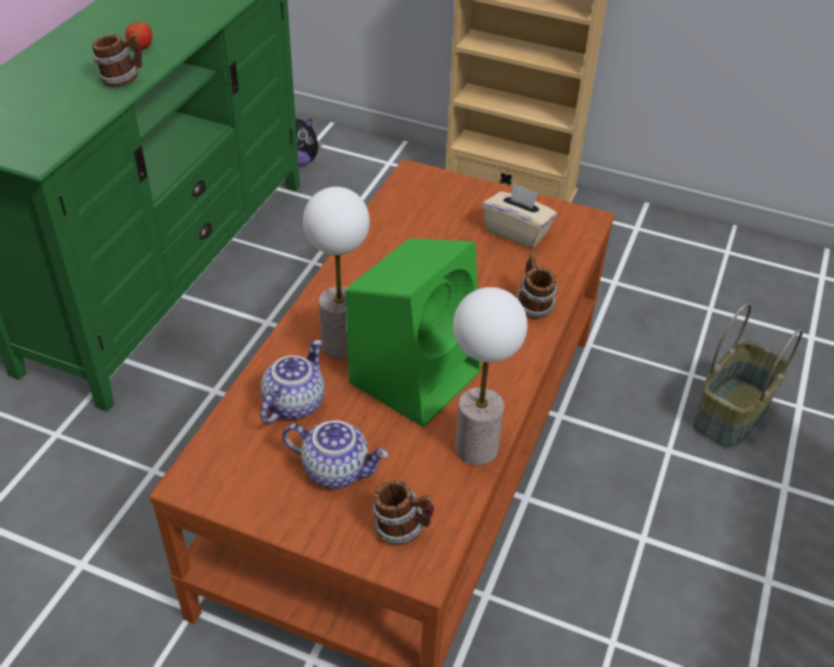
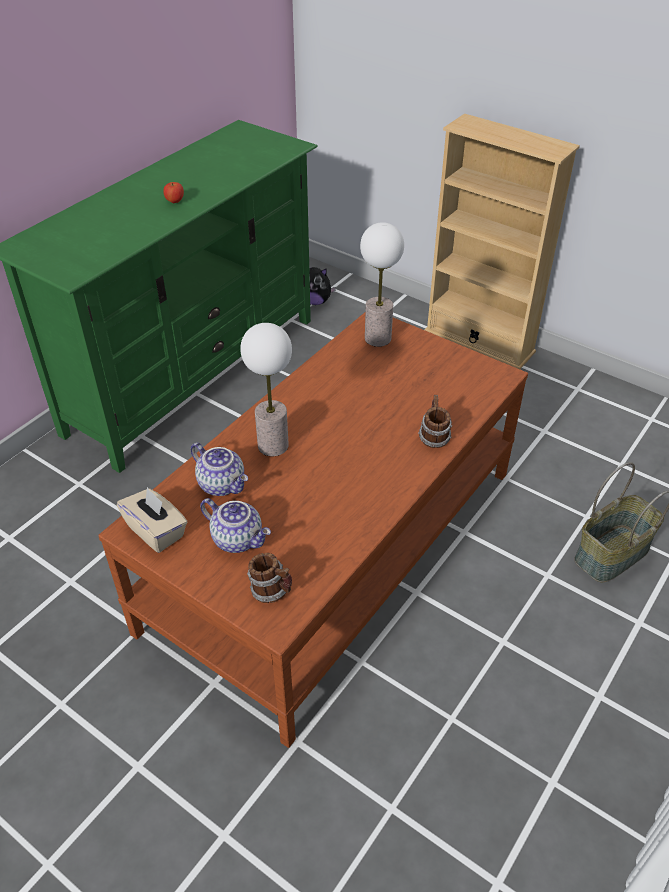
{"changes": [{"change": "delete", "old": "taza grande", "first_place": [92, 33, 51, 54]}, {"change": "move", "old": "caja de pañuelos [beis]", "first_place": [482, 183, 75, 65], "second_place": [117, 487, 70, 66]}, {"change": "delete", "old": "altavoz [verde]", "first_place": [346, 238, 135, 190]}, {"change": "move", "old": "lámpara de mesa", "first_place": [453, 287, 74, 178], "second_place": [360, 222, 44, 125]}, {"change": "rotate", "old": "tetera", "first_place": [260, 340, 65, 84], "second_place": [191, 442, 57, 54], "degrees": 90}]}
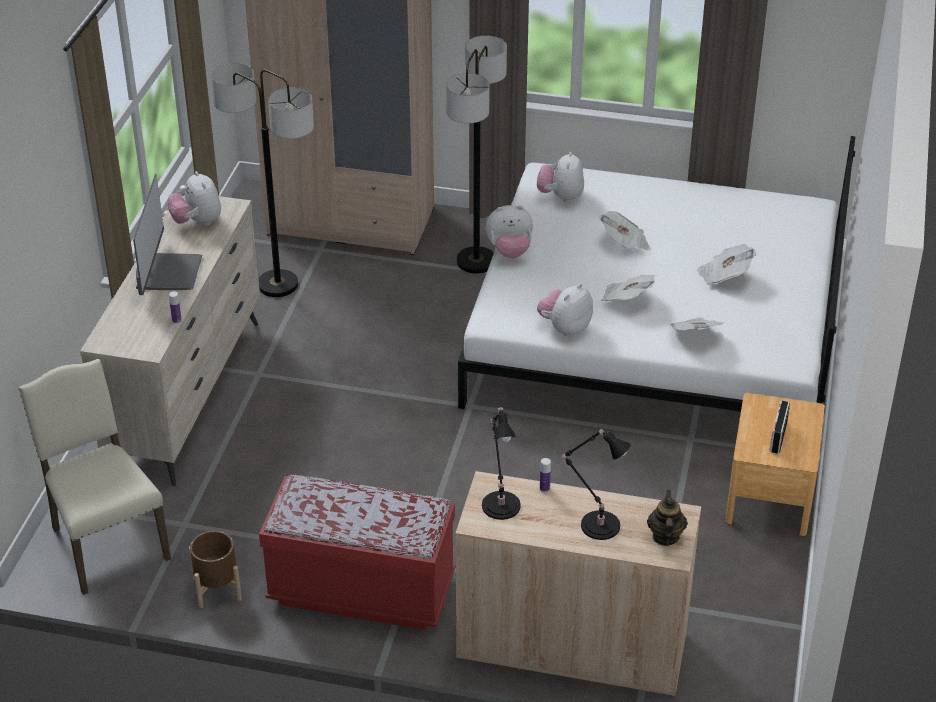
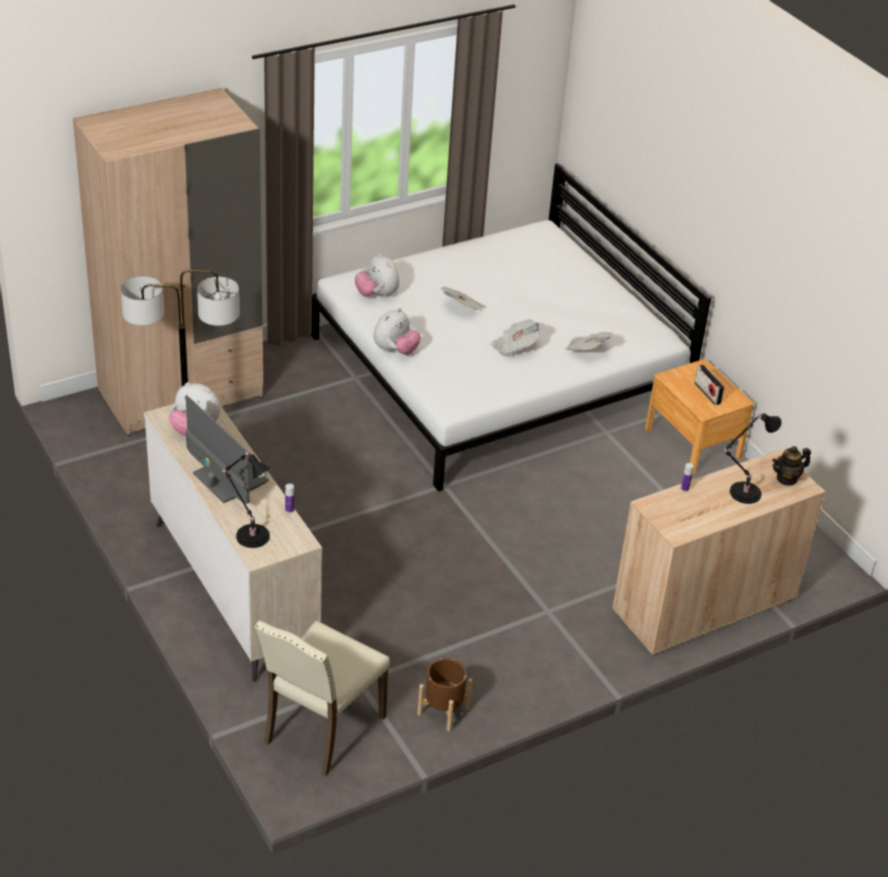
{"changes": [{"change": "delete", "old": "lámpara de pie", "first_place": [446, 36, 61, 238]}, {"change": "delete", "old": "periódico", "first_place": [697, 244, 59, 41]}, {"change": "delete", "old": "peluche", "first_place": [537, 284, 56, 53]}, {"change": "rotate", "old": "silla [beis]", "first_place": [19, 359, 152, 236], "second_place": [255, 620, 135, 156], "degrees": -75}, {"change": "move", "old": "lámpara de mesa [negro]", "first_place": [482, 407, 39, 113], "second_place": [221, 451, 49, 97]}, {"change": "delete", "old": "banco [rojo]", "first_place": [259, 474, 196, 156]}, {"change": "rotate", "old": "tetera", "first_place": [647, 490, 41, 56], "second_place": [772, 446, 39, 39], "degrees": -75}]}
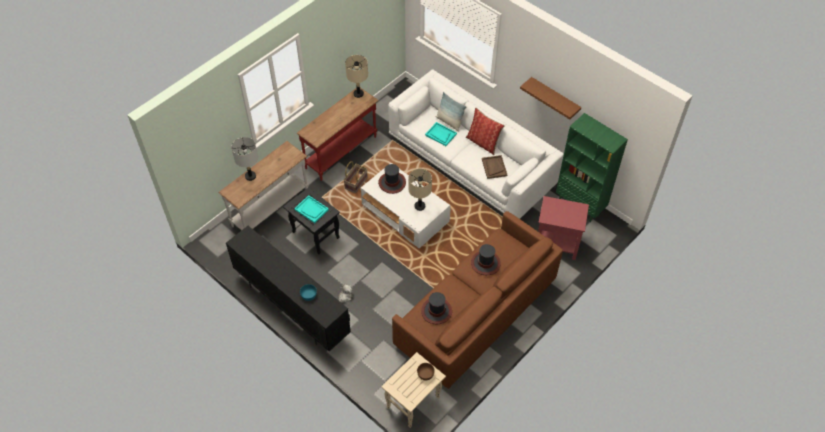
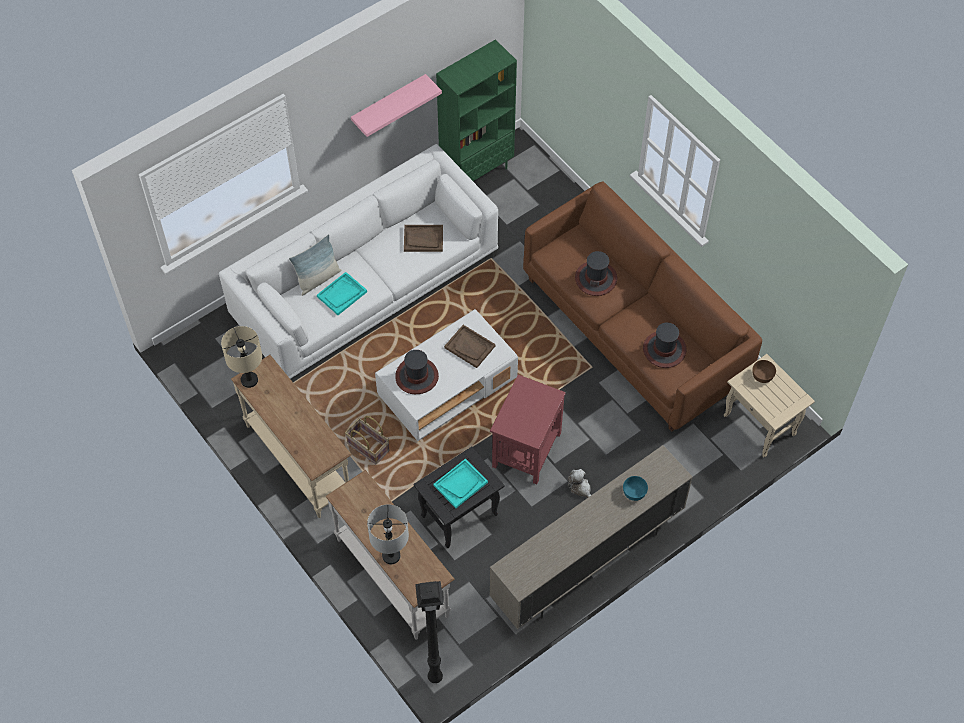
{"changes": [{"change": "recolor", "old": "estante [marrón]", "new": "estante [rosa]", "first_place": [520, 77, 61, 43], "second_place": [351, 74, 91, 63]}, {"change": "recolor", "old": "mesa consola [rojo]", "new": "mesa consola [beis]", "first_place": [297, 88, 82, 93], "second_place": [231, 355, 121, 163]}, {"change": "delete", "old": "cojín", "first_place": [466, 107, 39, 48]}, {"change": "replace", "old": "lámpara de mesa [beis]", "new": "bandeja [marrón]", "first_place": [408, 169, 24, 42], "second_place": [444, 325, 52, 43]}, {"change": "move", "old": "mesa auxiliar [rojo]", "first_place": [538, 196, 51, 64], "second_place": [490, 375, 76, 109]}, {"change": "recolor", "old": "mueble de televisión [negro]", "new": "mueble de televisión [beis]", "first_place": [226, 226, 125, 125], "second_place": [490, 445, 203, 184]}, {"change": "insert", "new": "lámpara de pie [negro]", "second_place": [415, 581, 29, 102]}]}
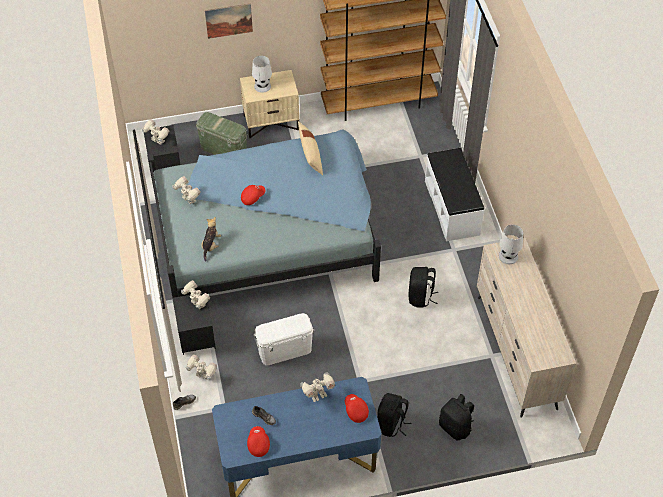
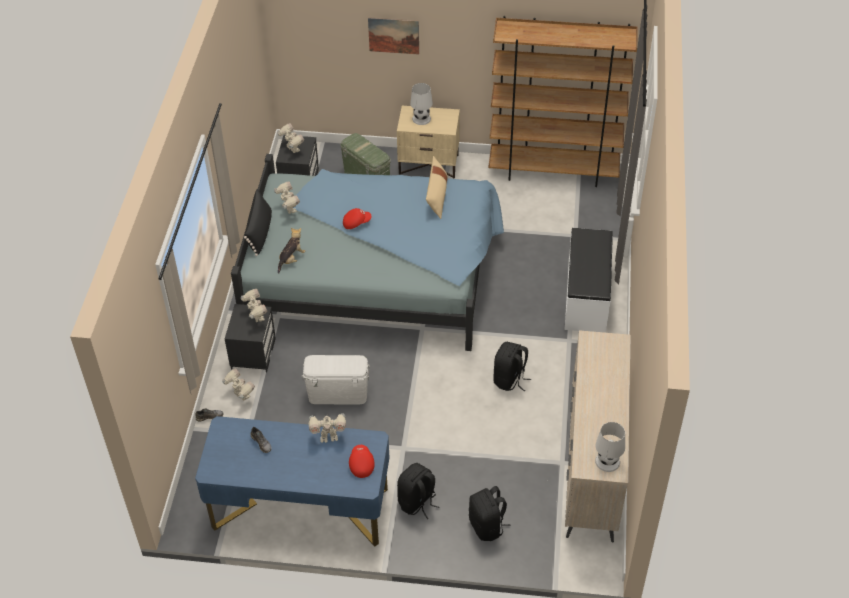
{"changes": [{"change": "move", "old": "lámpara de mesa [blanco]", "first_place": [499, 225, 24, 39], "second_place": [595, 422, 30, 50]}, {"change": "delete", "old": "gorra [rojo]", "first_place": [247, 426, 23, 31]}, {"change": "insert", "new": "cojín [negro]", "second_place": [244, 189, 28, 67]}]}
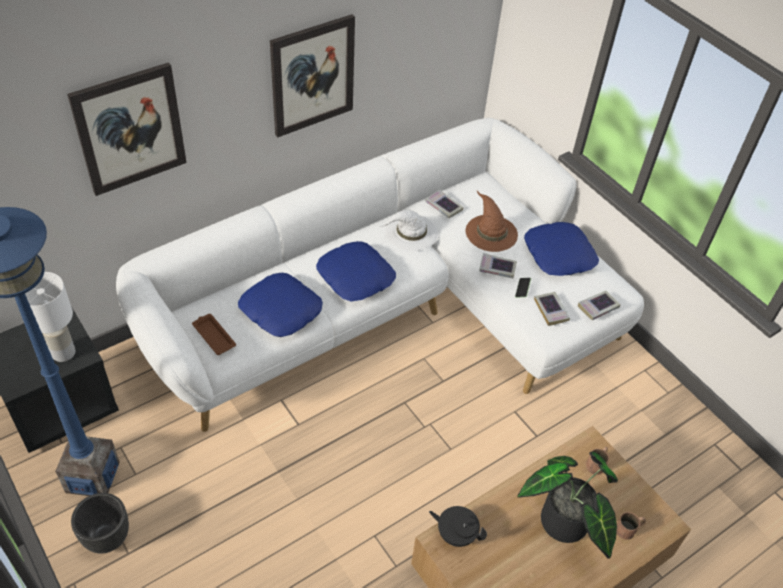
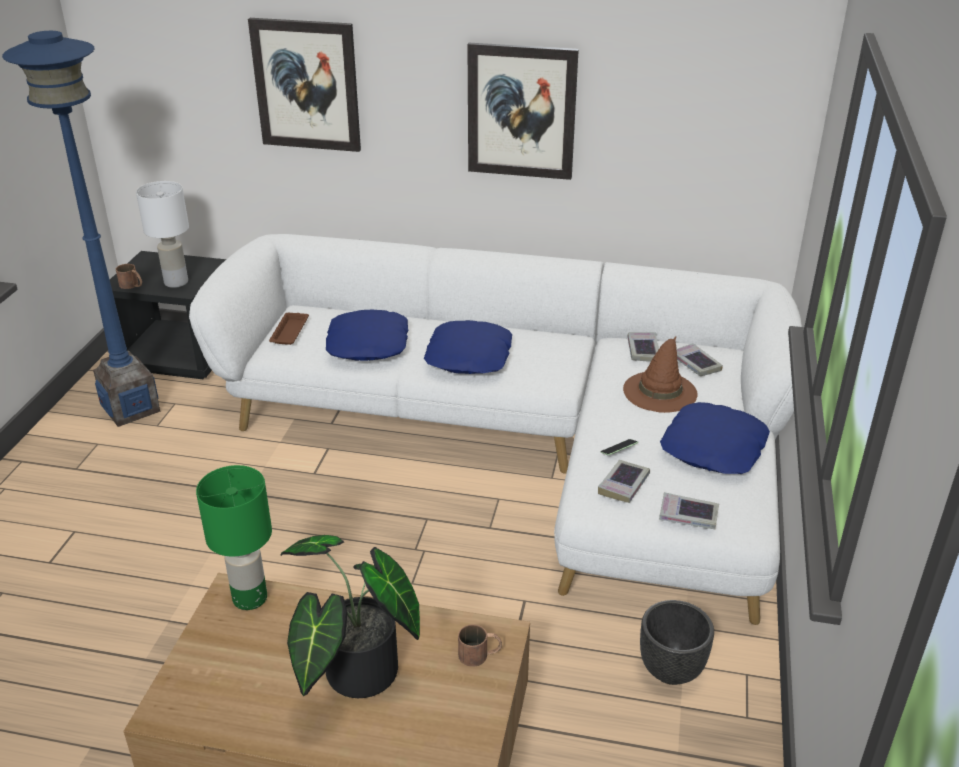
{"changes": [{"change": "delete", "old": "sombrero [blanco]", "first_place": [379, 210, 59, 41]}, {"change": "move", "old": "libro", "first_place": [479, 253, 38, 26], "second_place": [676, 343, 47, 33]}, {"change": "move", "old": "maceta [negro]", "first_place": [71, 493, 58, 60], "second_place": [640, 600, 74, 85]}, {"change": "replace", "old": "tetera [negro]", "new": "lámpara de mesa [verde]", "first_place": [429, 506, 58, 41], "second_place": [196, 465, 76, 145]}, {"change": "move", "old": "taza grande [marrón]", "first_place": [616, 512, 30, 28], "second_place": [116, 264, 26, 25]}]}
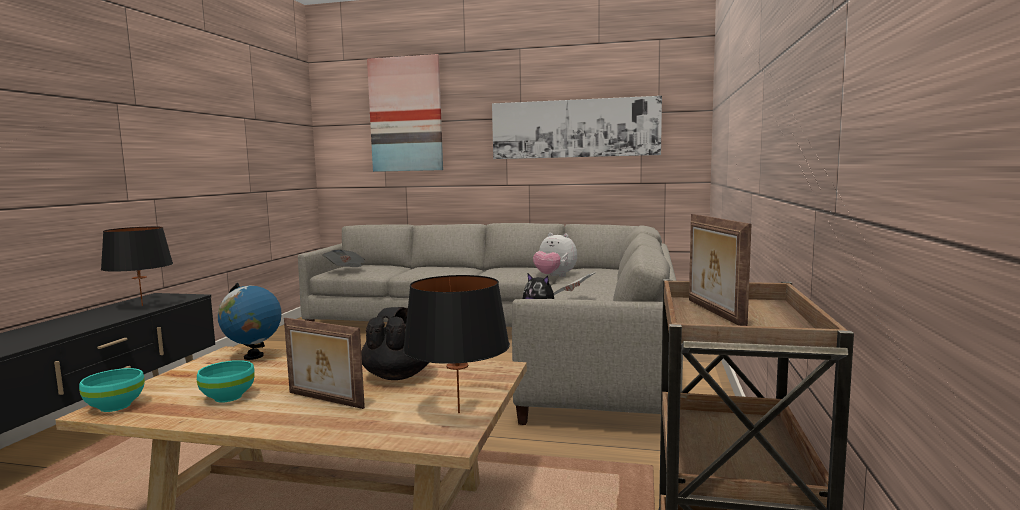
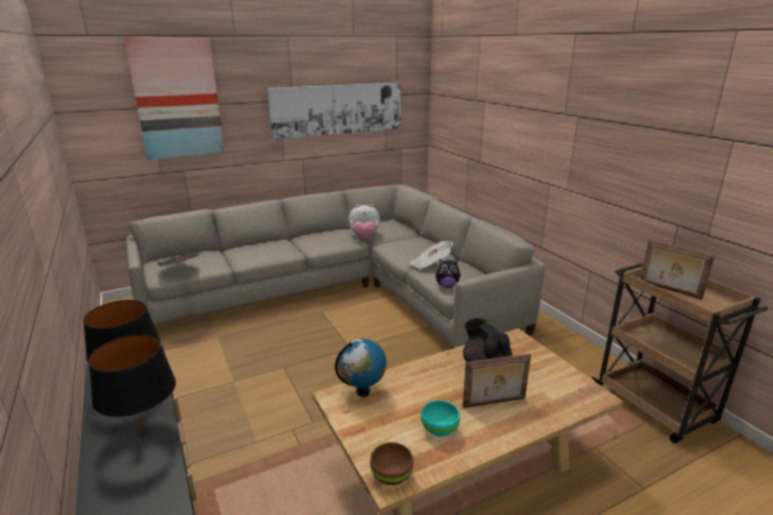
{"changes": [{"change": "move", "old": "lámpara de mesa [negro]", "first_place": [403, 275, 107, 138], "second_place": [89, 334, 87, 96]}, {"change": "recolor", "old": "cuenco [turquesa]", "new": "cuenco [marrón]", "first_place": [79, 368, 66, 44], "second_place": [370, 442, 43, 43]}]}
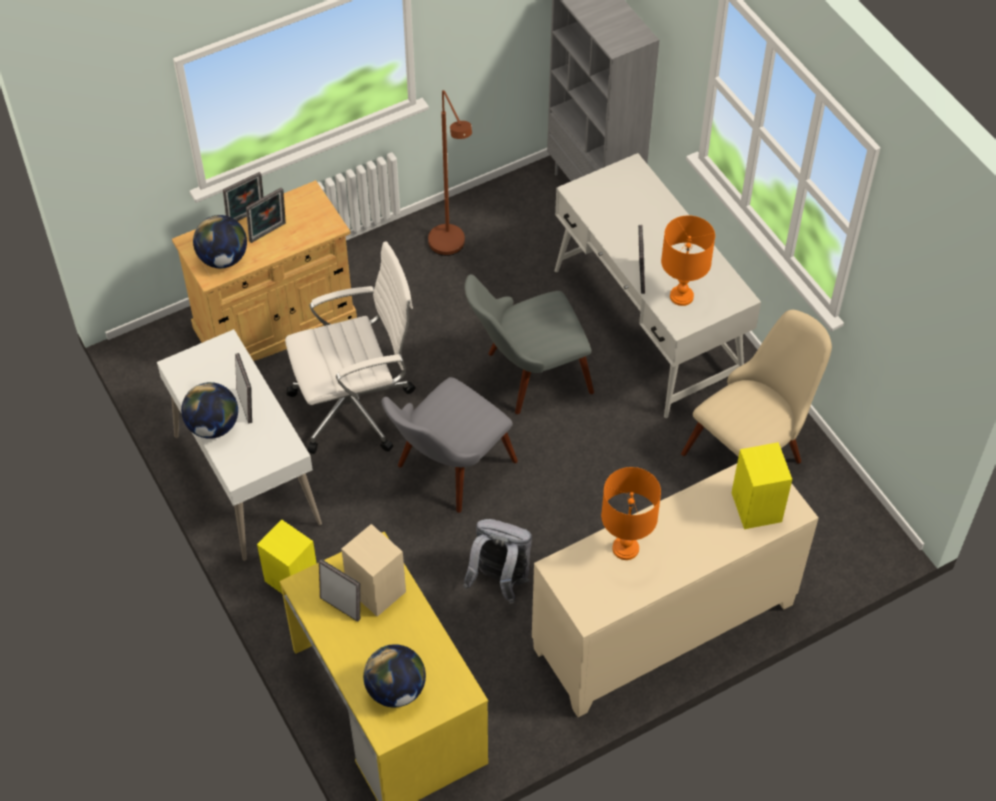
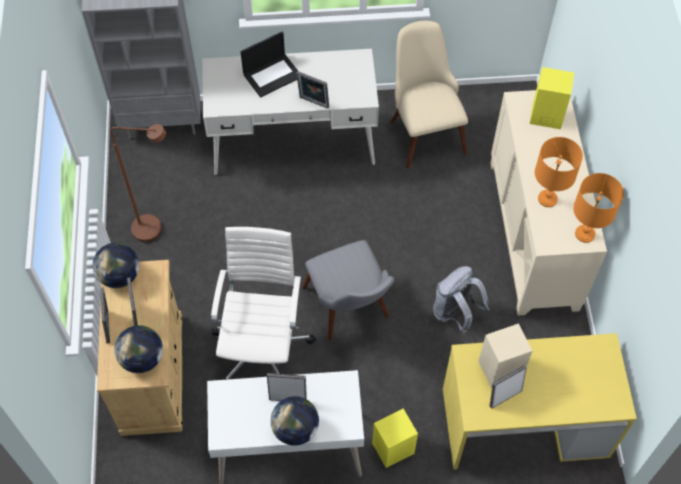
{"changes": [{"change": "move", "old": "lámpara de mesa [naranja]", "first_place": [661, 215, 54, 91], "second_place": [573, 173, 51, 70]}, {"change": "delete", "old": "silla [gris]", "first_place": [464, 274, 130, 140]}, {"change": "move", "old": "globo terráqueo", "first_place": [363, 644, 63, 63], "second_place": [93, 243, 46, 45]}, {"change": "insert", "new": "portátil", "second_place": [240, 31, 58, 67]}]}
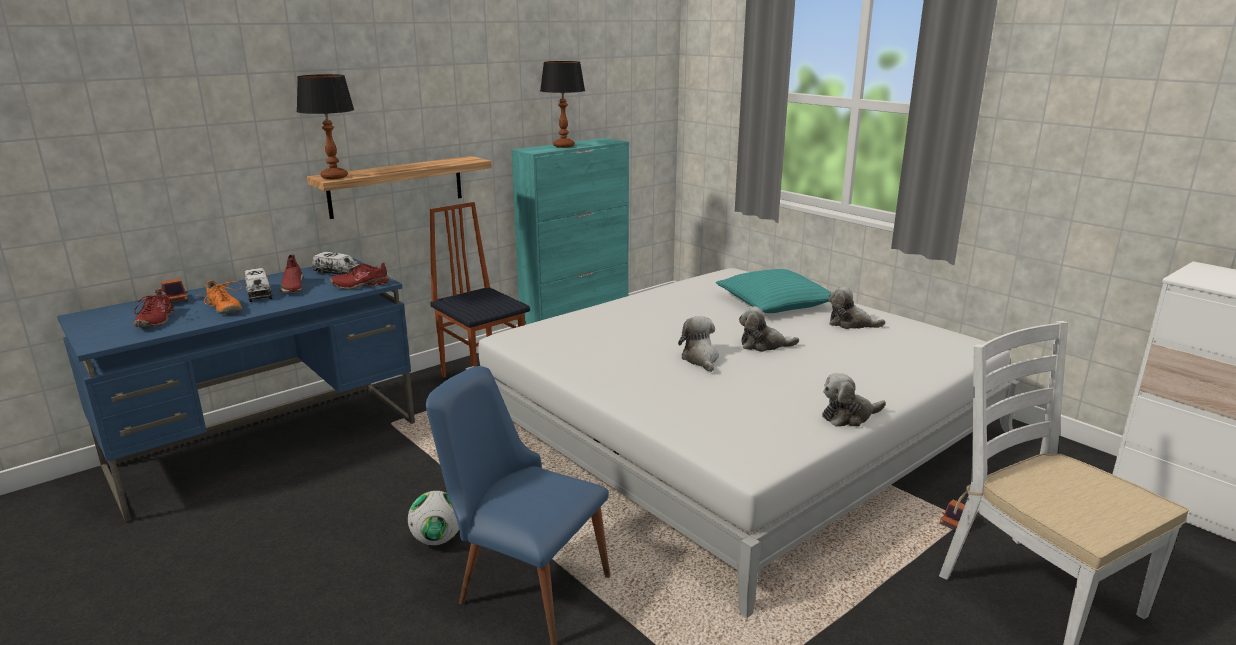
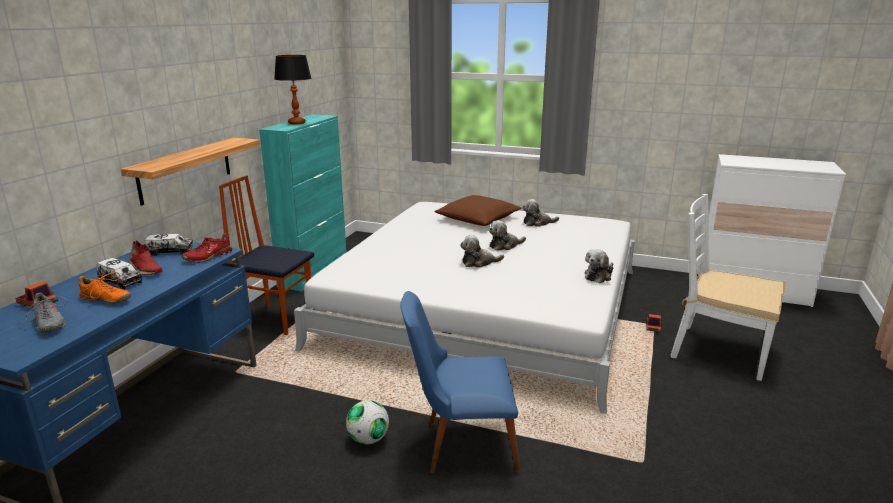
{"changes": [{"change": "delete", "old": "lámpara de mesa", "first_place": [296, 74, 58, 105]}, {"change": "recolor", "old": "cojín [turquesa]", "new": "cojín [marrón]", "first_place": [716, 269, 116, 44], "second_place": [434, 195, 88, 31]}, {"change": "recolor", "old": "zapato [rojo]", "new": "zapato [gris]", "first_place": [134, 288, 40, 39], "second_place": [19, 293, 48, 40]}, {"change": "rotate", "old": "peluche", "first_place": [678, 316, 41, 56], "second_place": [460, 235, 44, 33], "degrees": -60}]}
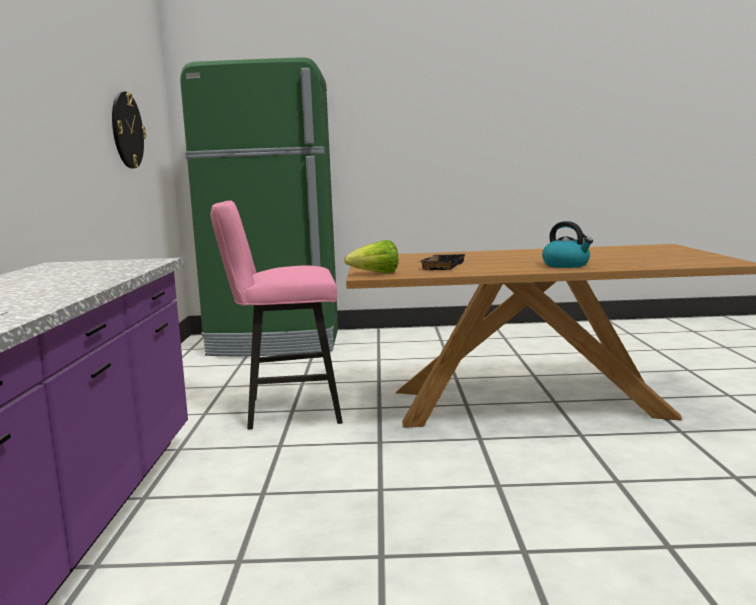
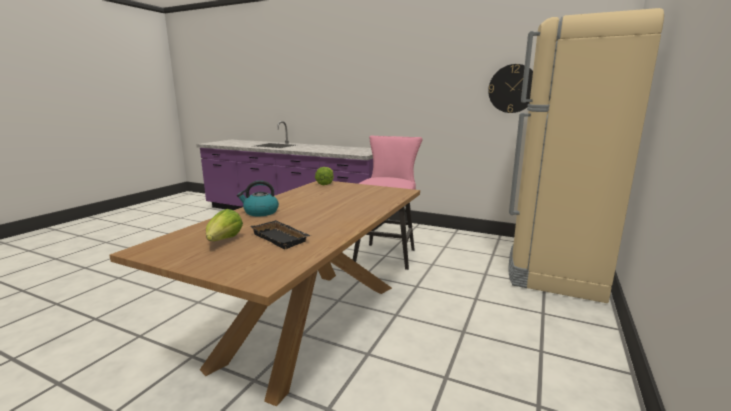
{"changes": [{"change": "recolor", "old": "nevera [verde]", "new": "nevera [beis]", "first_place": [180, 57, 158, 299], "second_place": [508, 8, 156, 295]}, {"change": "move", "old": "bandeja [negro]", "first_place": [420, 254, 46, 16], "second_place": [250, 220, 61, 29]}, {"change": "insert", "new": "lechuga", "second_place": [206, 209, 37, 32]}]}
